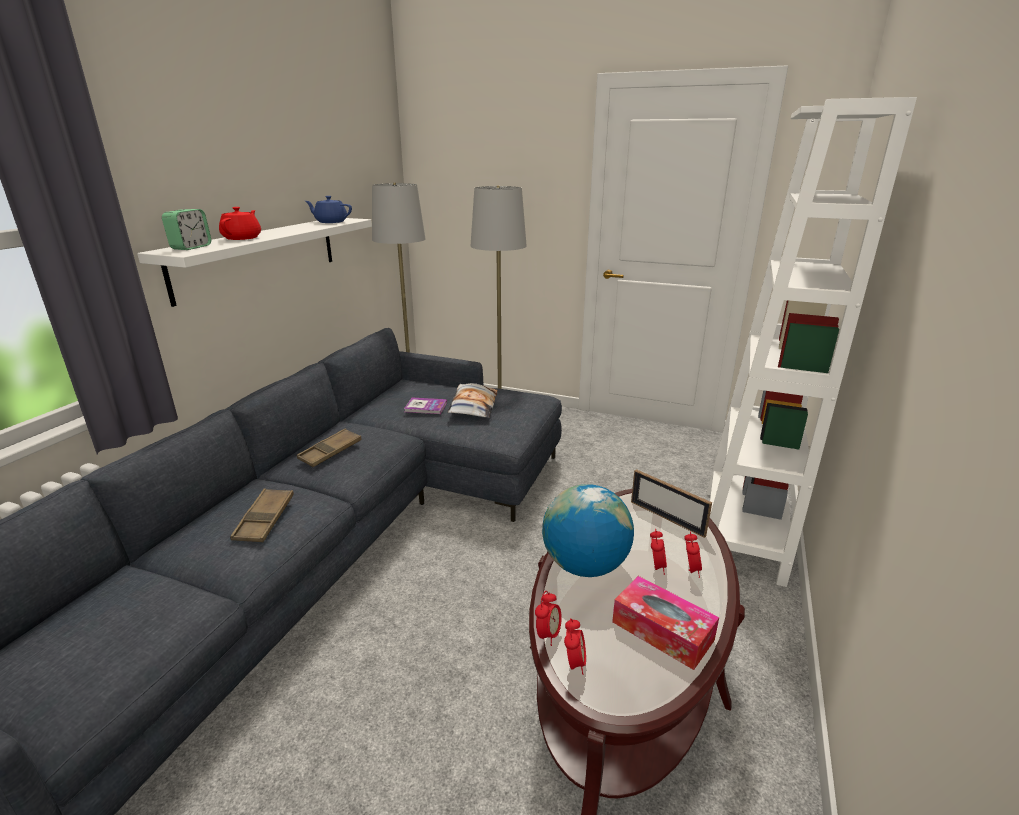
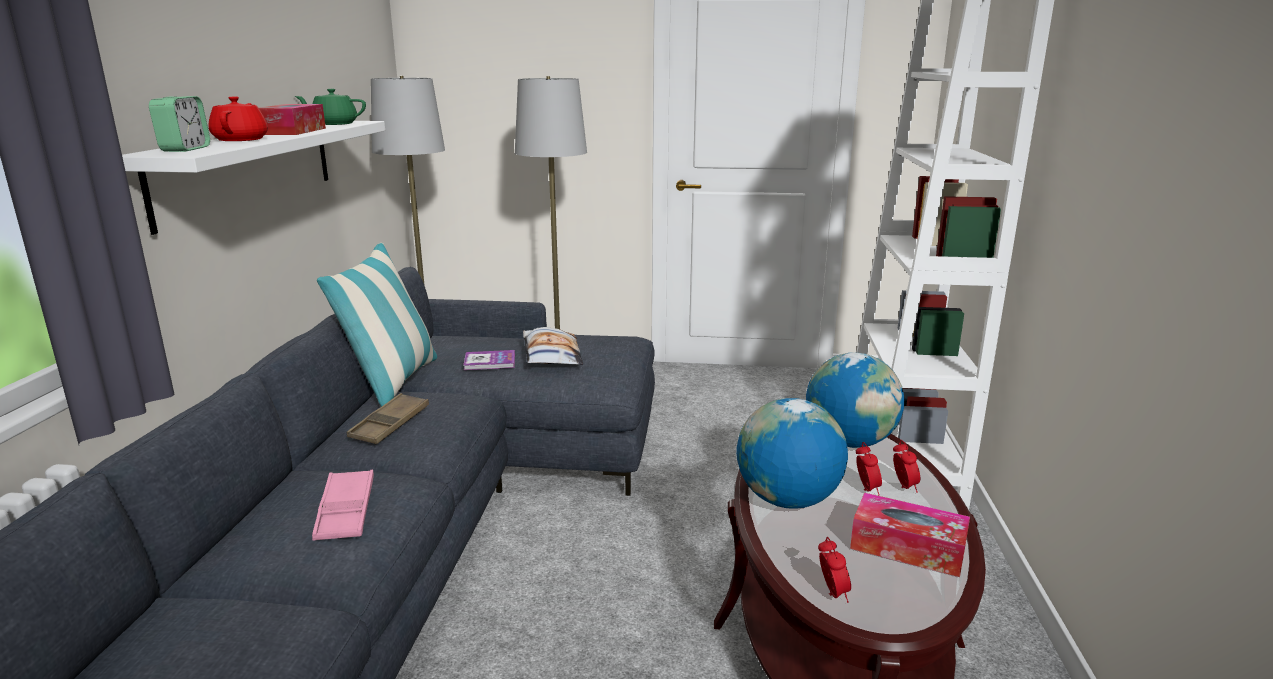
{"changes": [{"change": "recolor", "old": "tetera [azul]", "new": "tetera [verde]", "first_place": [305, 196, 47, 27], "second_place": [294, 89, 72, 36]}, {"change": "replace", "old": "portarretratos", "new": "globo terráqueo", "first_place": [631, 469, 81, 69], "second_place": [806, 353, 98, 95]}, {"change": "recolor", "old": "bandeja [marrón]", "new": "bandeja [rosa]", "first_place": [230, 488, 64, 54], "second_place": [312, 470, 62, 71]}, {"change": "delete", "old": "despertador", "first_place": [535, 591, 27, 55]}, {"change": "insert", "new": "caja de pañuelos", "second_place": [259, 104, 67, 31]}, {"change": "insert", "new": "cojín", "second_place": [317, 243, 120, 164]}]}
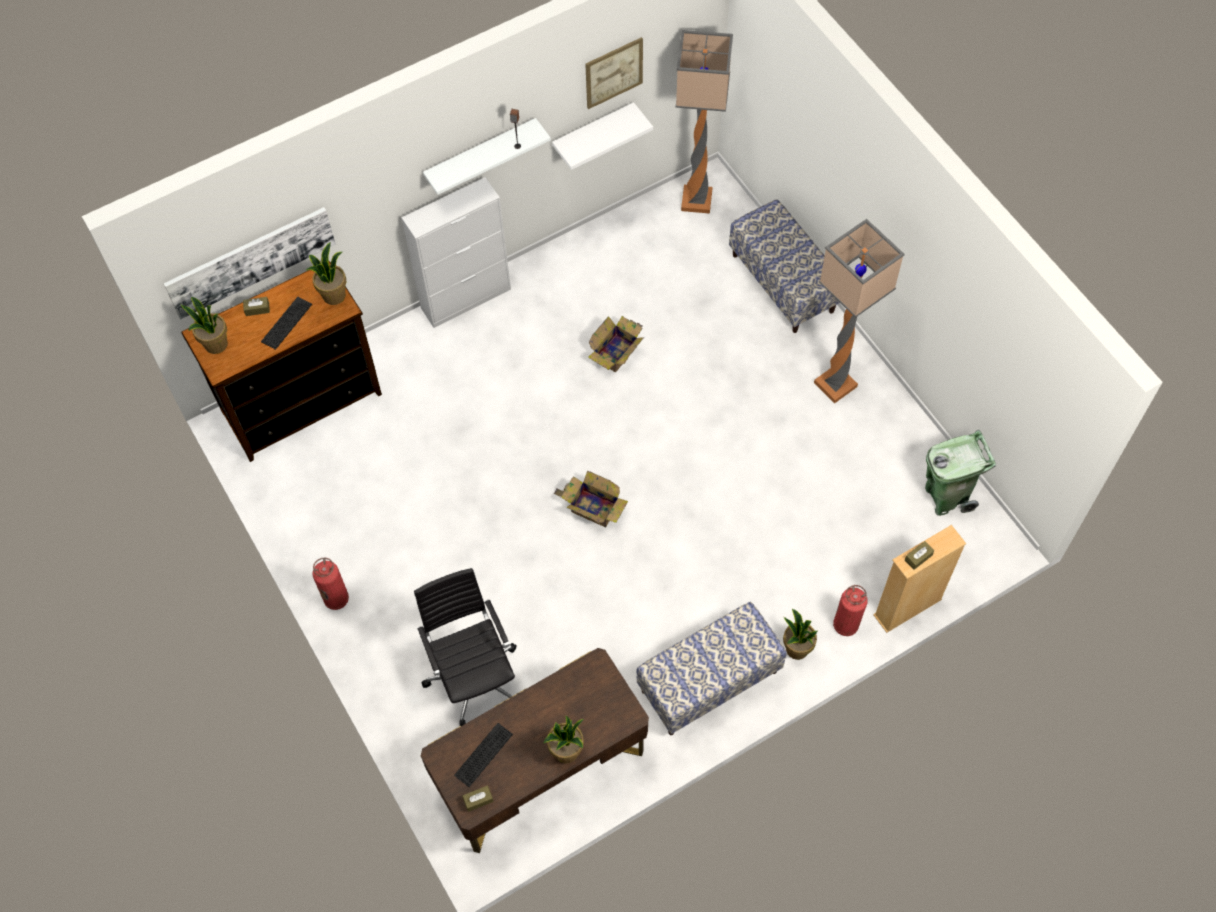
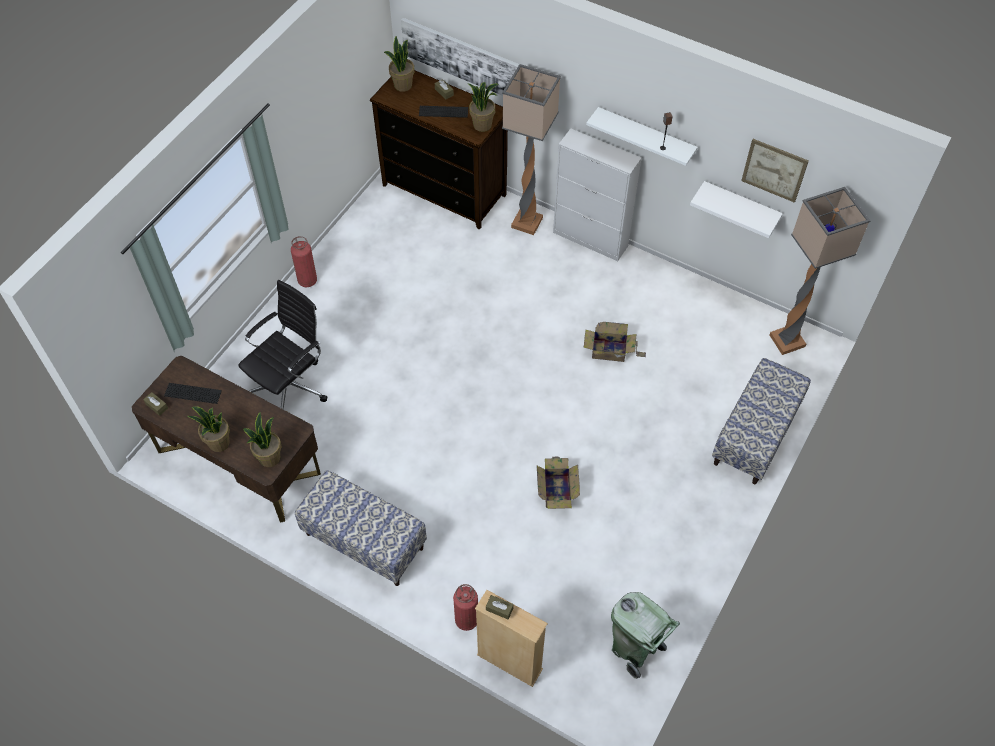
{"changes": [{"change": "move", "old": "lámpara de pie", "first_place": [814, 219, 91, 185], "second_place": [502, 64, 59, 171]}, {"change": "move", "old": "caja de cartón", "first_place": [554, 470, 74, 57], "second_place": [537, 457, 43, 52]}, {"change": "move", "old": "planta en maceta", "first_place": [783, 609, 35, 51], "second_place": [243, 412, 38, 55]}]}
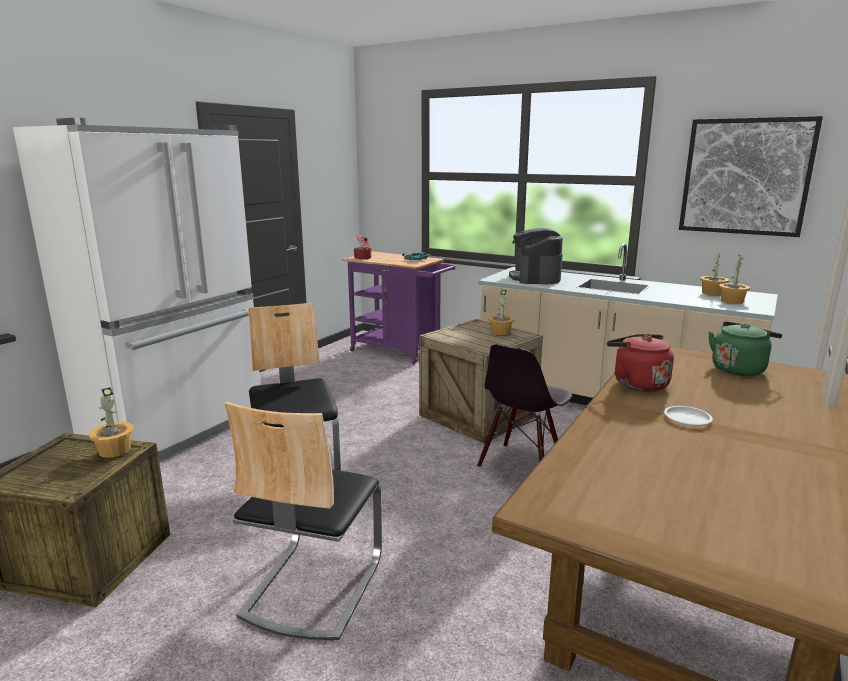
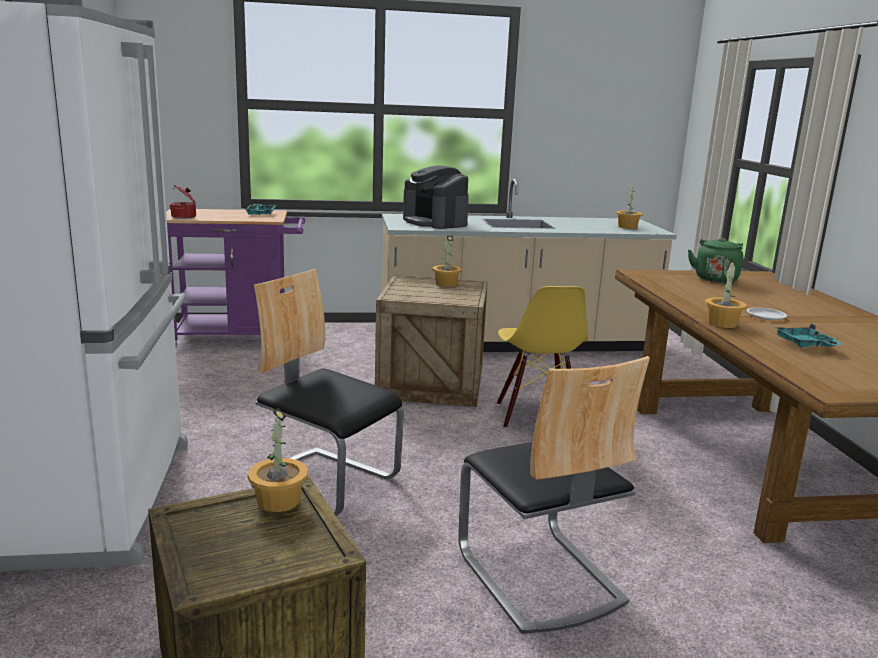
{"changes": [{"change": "delete", "old": "cuadro", "first_place": [679, 116, 144, 121]}, {"change": "move", "old": "planta en maceta", "first_place": [700, 249, 29, 46], "second_place": [705, 258, 42, 70]}, {"change": "delete", "old": "hervidor [rojo]", "first_place": [607, 334, 67, 58]}, {"change": "recolor", "old": "silla [negro]", "new": "silla [amarillo]", "first_place": [477, 344, 95, 123], "second_place": [497, 286, 91, 142]}, {"change": "insert", "new": "bandeja [turquesa]", "second_place": [773, 324, 69, 23]}]}
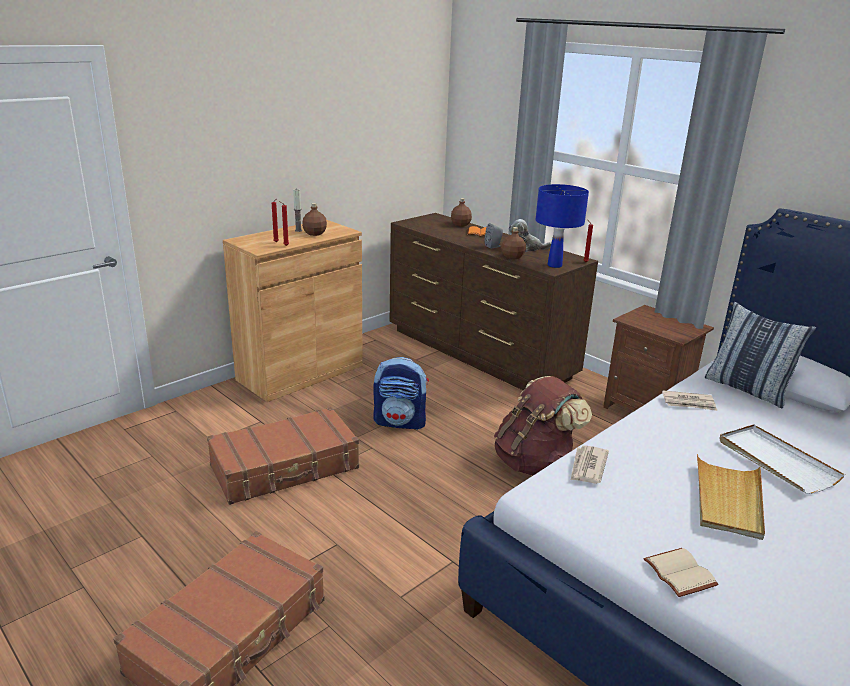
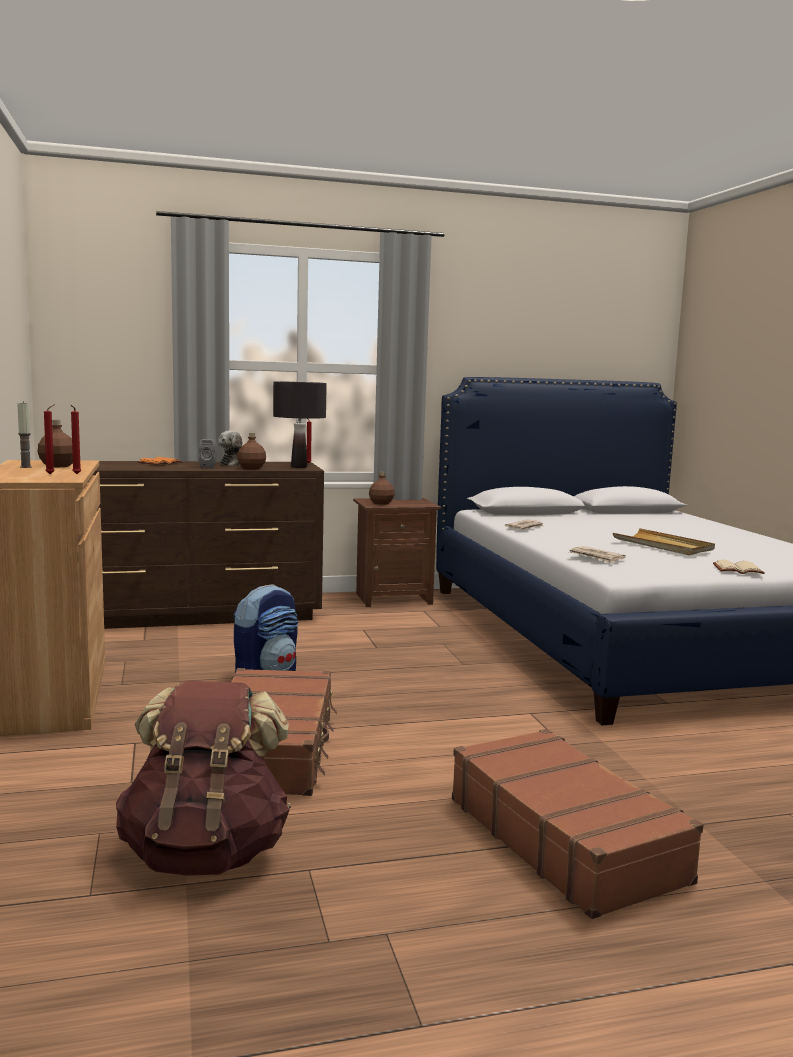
{"changes": [{"change": "recolor", "old": "lámpara de mesa [azul]", "new": "lámpara de mesa [negro]", "first_place": [536, 184, 53, 84], "second_place": [273, 381, 54, 87]}, {"change": "move", "old": "botella [marrón]", "first_place": [451, 198, 21, 29], "second_place": [369, 472, 26, 33]}, {"change": "delete", "old": "cojín", "first_place": [705, 302, 111, 107]}, {"change": "move", "old": "mochila [marrón]", "first_place": [494, 376, 98, 99], "second_place": [116, 681, 175, 195]}, {"change": "delete", "old": "bandeja [blanco]", "first_place": [719, 424, 126, 70]}]}
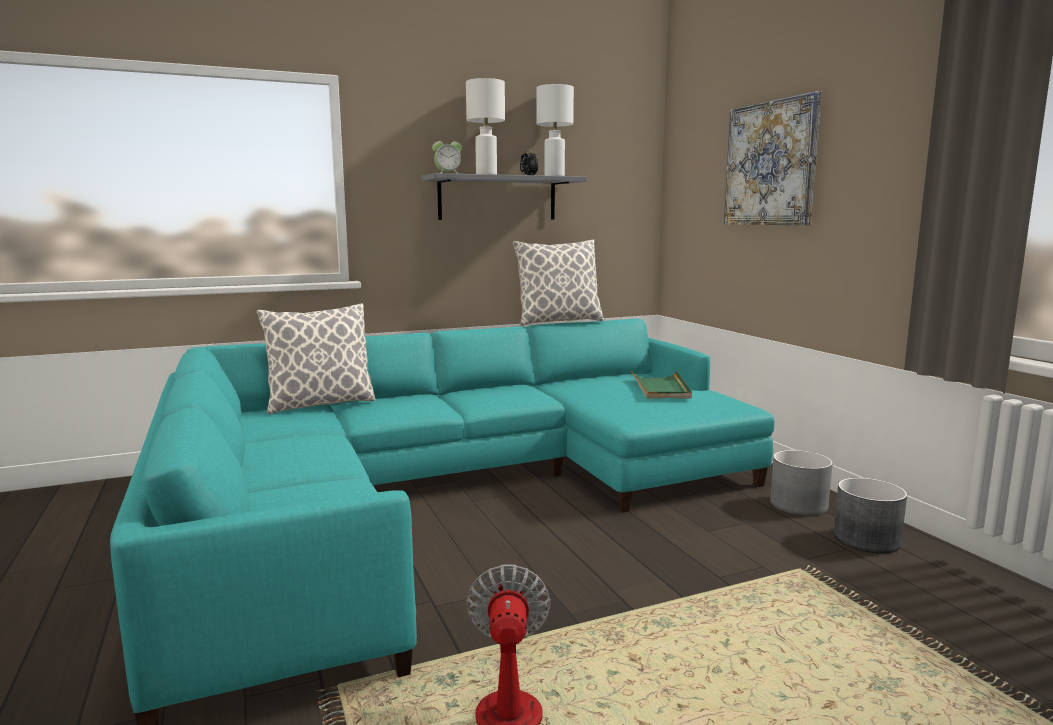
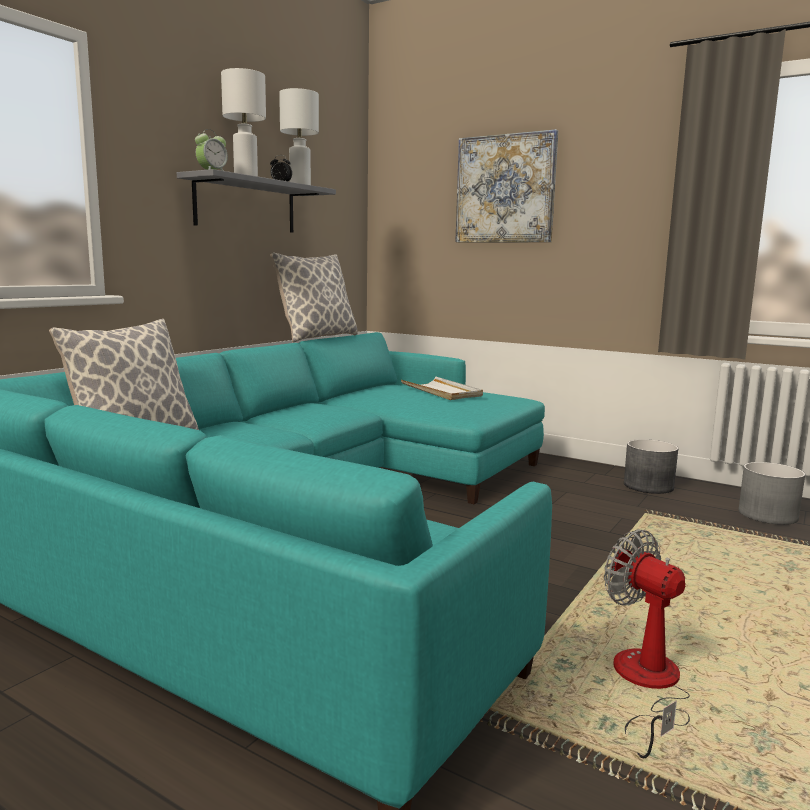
{"changes": [{"change": "recolor", "old": "bandeja [verde]", "new": "bandeja [blanco]", "first_place": [631, 371, 61, 28], "second_place": [401, 376, 82, 24]}, {"change": "move", "old": "maceta [gris]", "first_place": [770, 450, 63, 66], "second_place": [738, 462, 67, 63]}]}
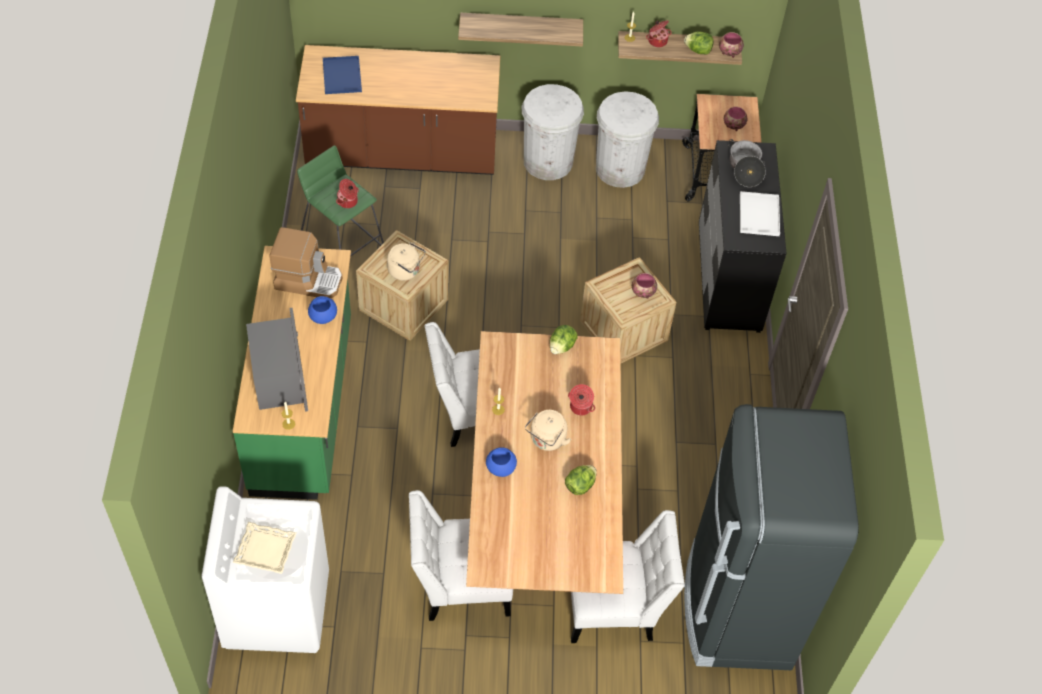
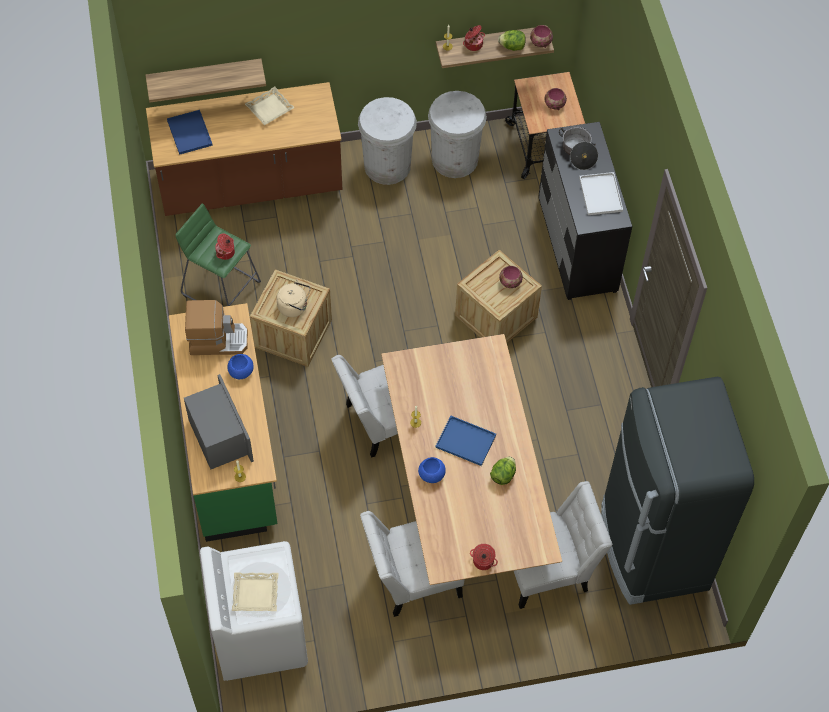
{"changes": [{"change": "move", "old": "estante", "first_place": [458, 13, 125, 34], "second_place": [145, 59, 121, 44]}, {"change": "delete", "old": "lechuga", "first_place": [550, 325, 28, 29]}, {"change": "move", "old": "olla", "first_place": [568, 384, 27, 31], "second_place": [470, 544, 28, 26]}, {"change": "replace", "old": "hervidor [beis]", "new": "bandeja [azul]", "first_place": [525, 410, 46, 41], "second_place": [435, 416, 61, 50]}, {"change": "insert", "new": "bandeja [beis]", "second_place": [245, 87, 50, 38]}]}
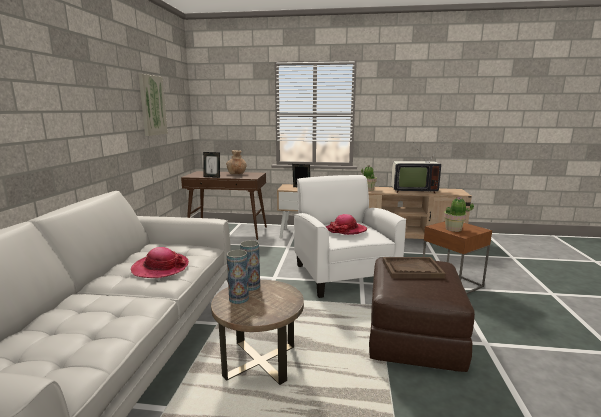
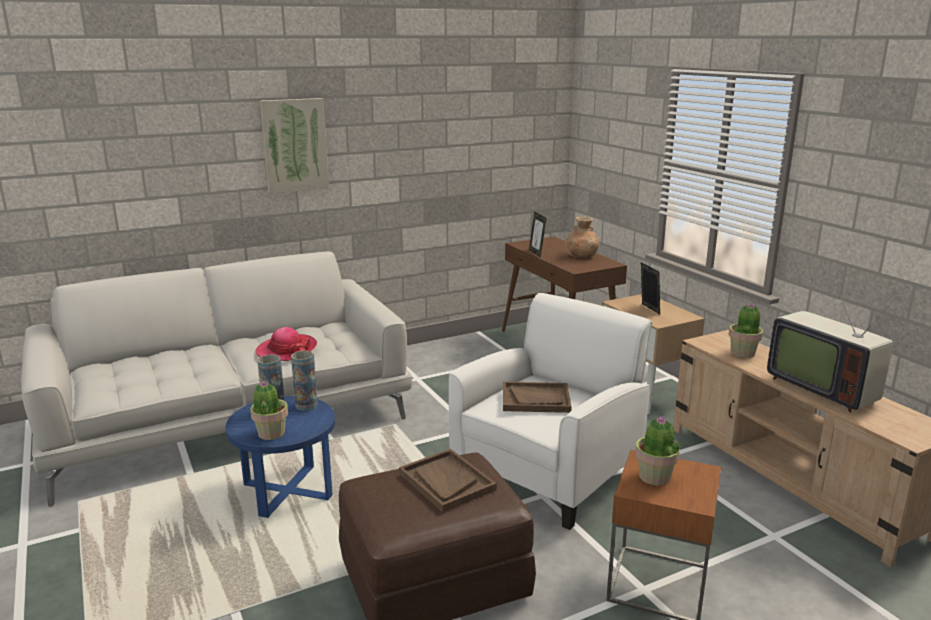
{"changes": [{"change": "move", "old": "cuadro", "first_place": [139, 74, 29, 62], "second_place": [260, 98, 69, 96]}, {"change": "replace", "old": "sombrero", "new": "bandeja [marrón]", "first_place": [326, 214, 41, 21], "second_place": [503, 382, 69, 31]}, {"change": "recolor", "old": "mesa auxiliar [marrón]", "new": "mesa auxiliar [azul]", "first_place": [211, 280, 93, 105], "second_place": [226, 396, 109, 122]}, {"change": "insert", "new": "planta en maceta", "second_place": [250, 380, 38, 60]}]}
